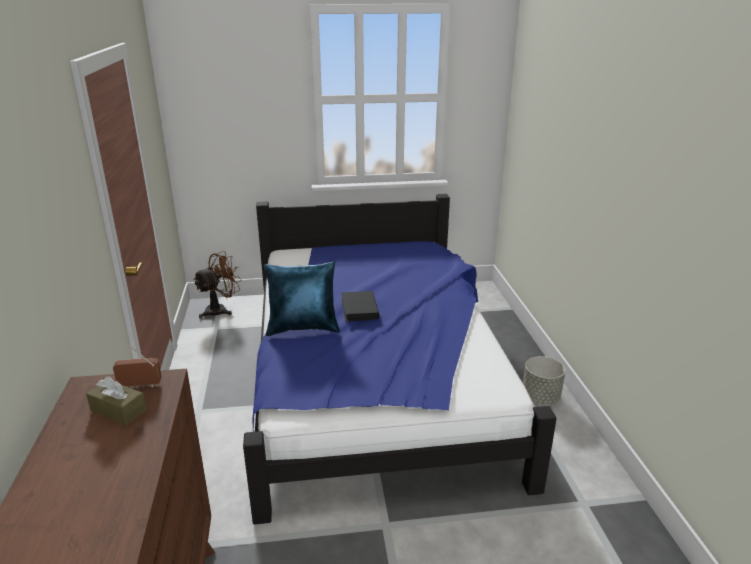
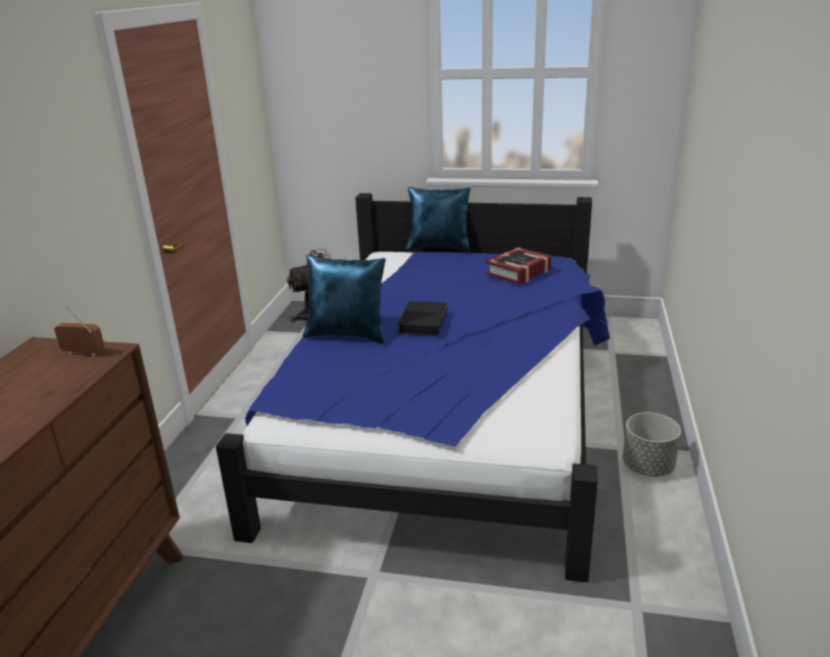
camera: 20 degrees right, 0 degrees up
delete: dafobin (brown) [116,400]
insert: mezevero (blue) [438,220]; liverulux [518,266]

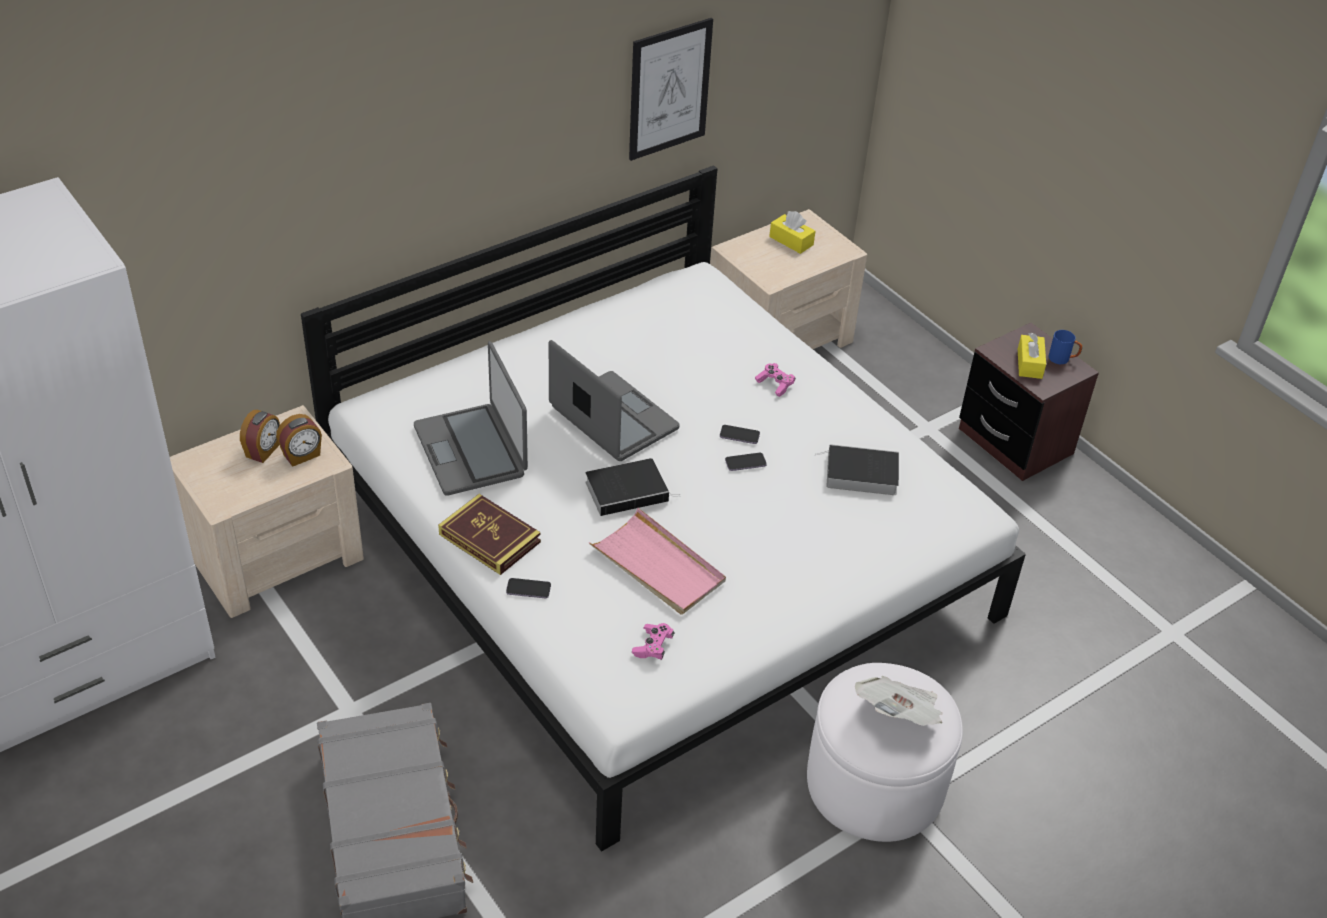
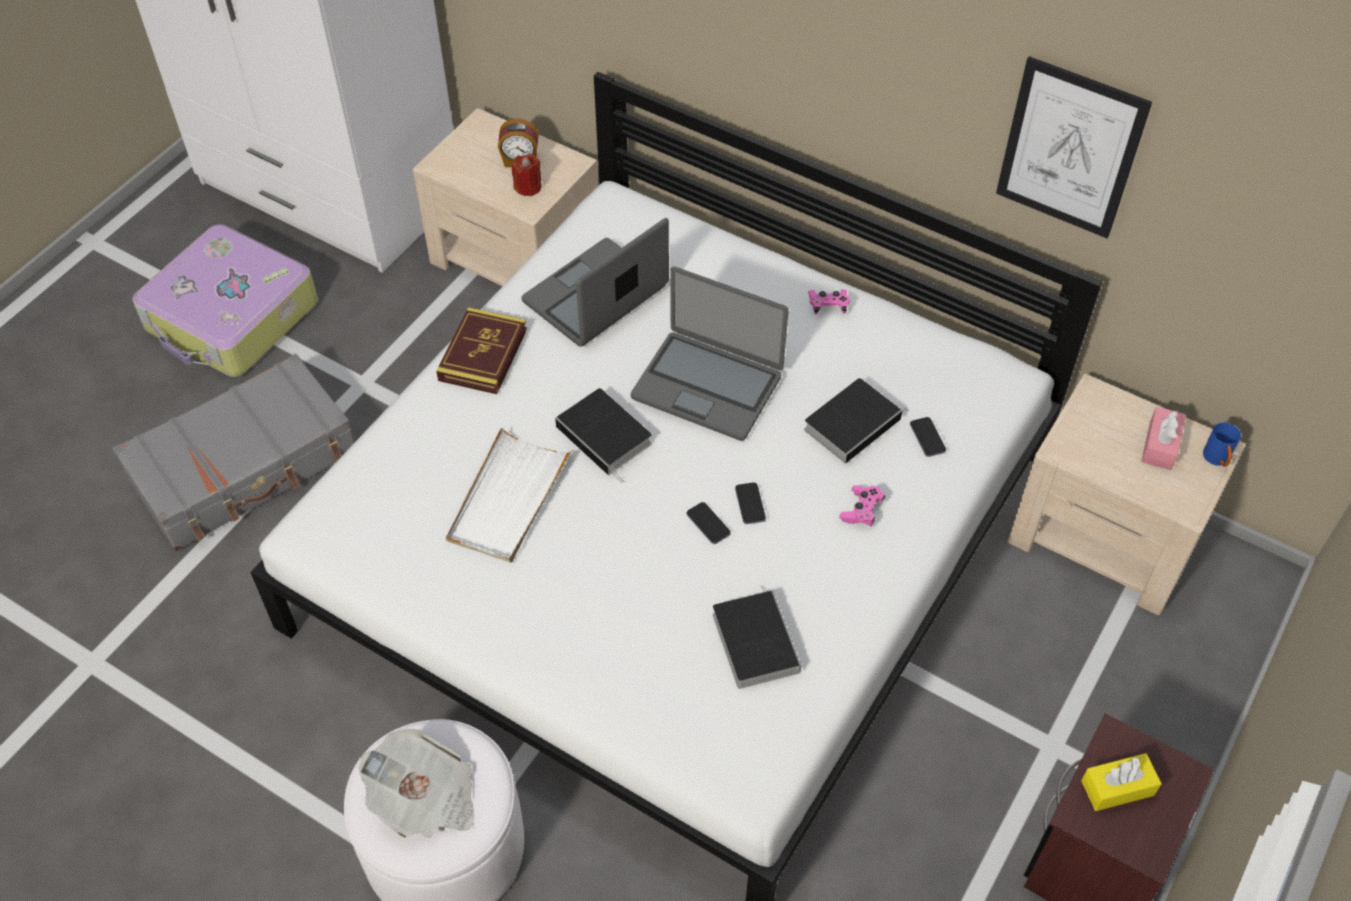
camera: 70 degrees right, 10 degrees up
insert: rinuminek [225,300]; liverulux [856,421]
move: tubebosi [528,588] to [928,437]; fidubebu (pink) [653,641] to [829,301]; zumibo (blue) [1065,347] to [1222,444]
replace: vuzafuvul [299,440] to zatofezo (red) [527,175]
recolor: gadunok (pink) [657,561] to gadunok (white) [509,495]; dafobin (yellow) [792,232] to dafobin (pink) [1163,438]
rotate: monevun [614,400] = [710,354] 90 degrees clockwise

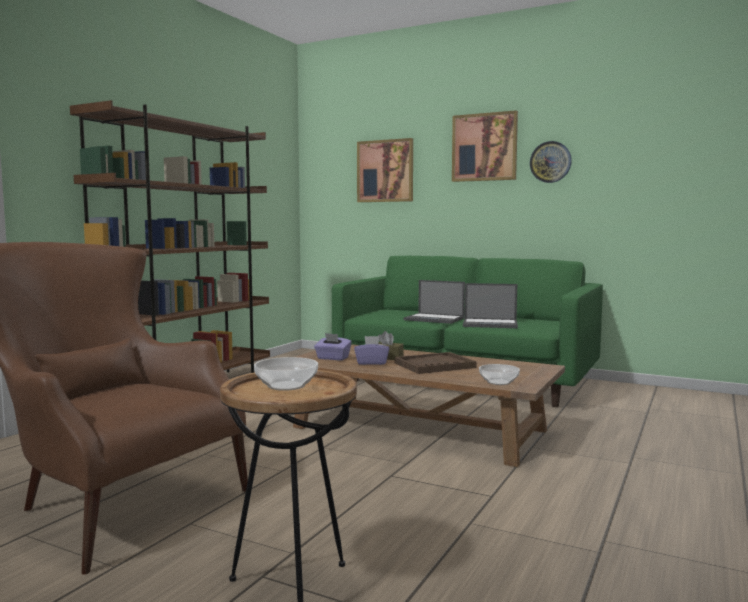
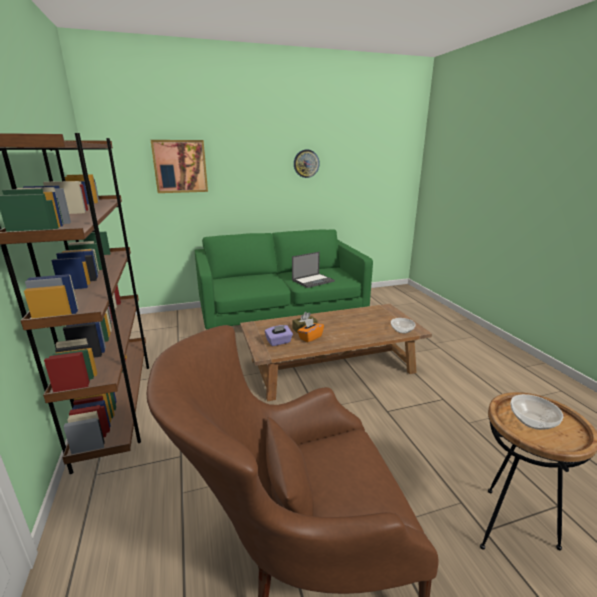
camera: 45 degrees left, 15 degrees up
delete: gadunok (brown) [436,363]; monevun [434,302]; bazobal [485,146]
recolor: dafobin (purple) [371,350] to dafobin (orange) [310,330]

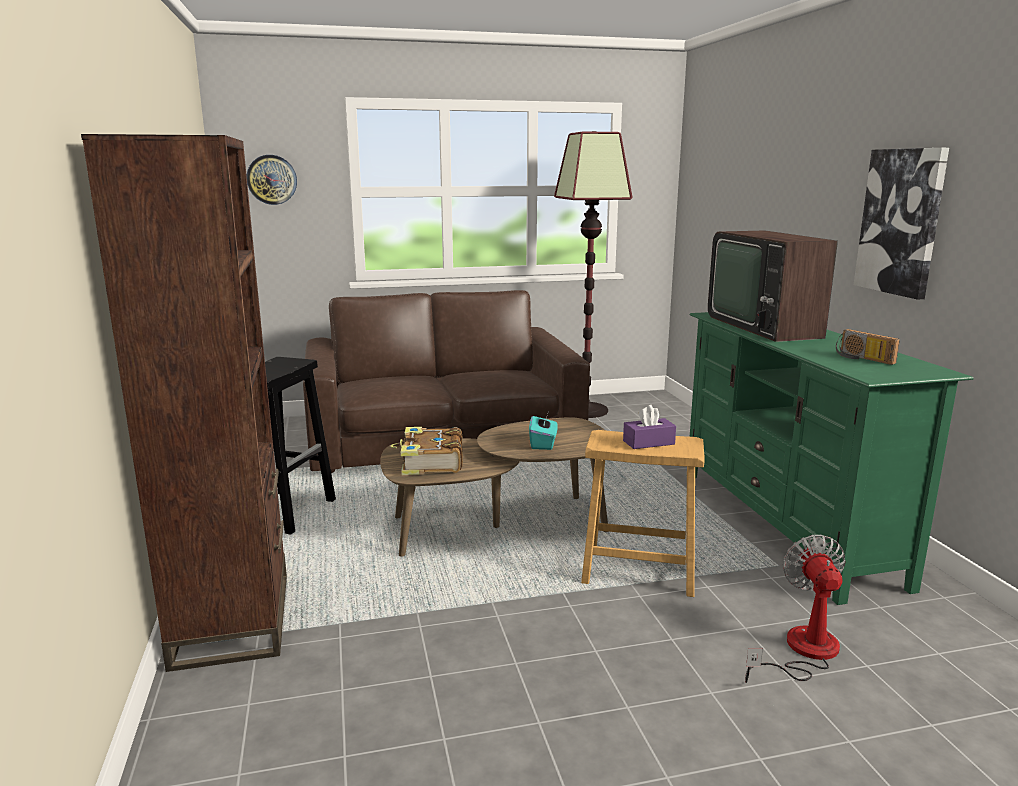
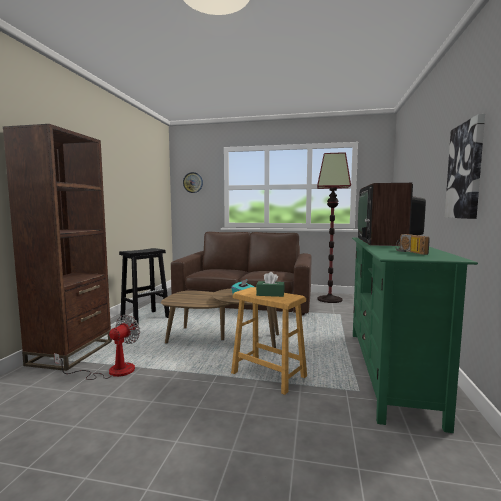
camera: 25 degrees right, 10 degrees down
delete: liverulux [427,451]
move: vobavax [795,609] to [97,347]
recolor: dafobin (purple) [649,427] to dafobin (green) [270,284]

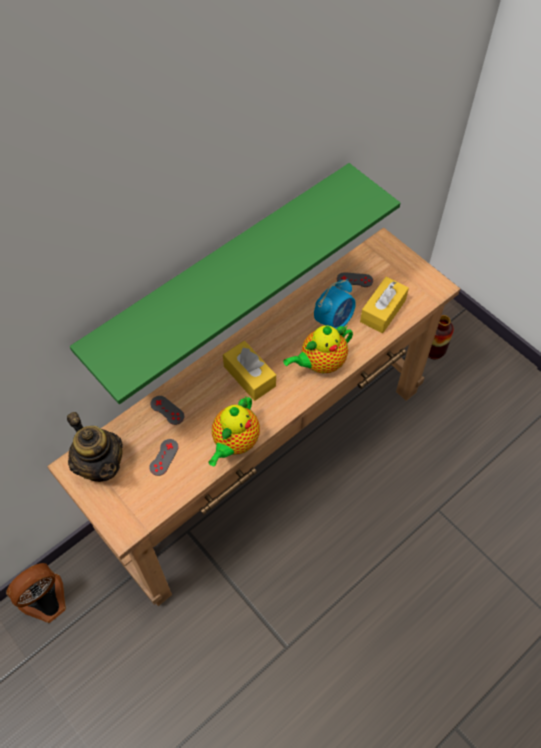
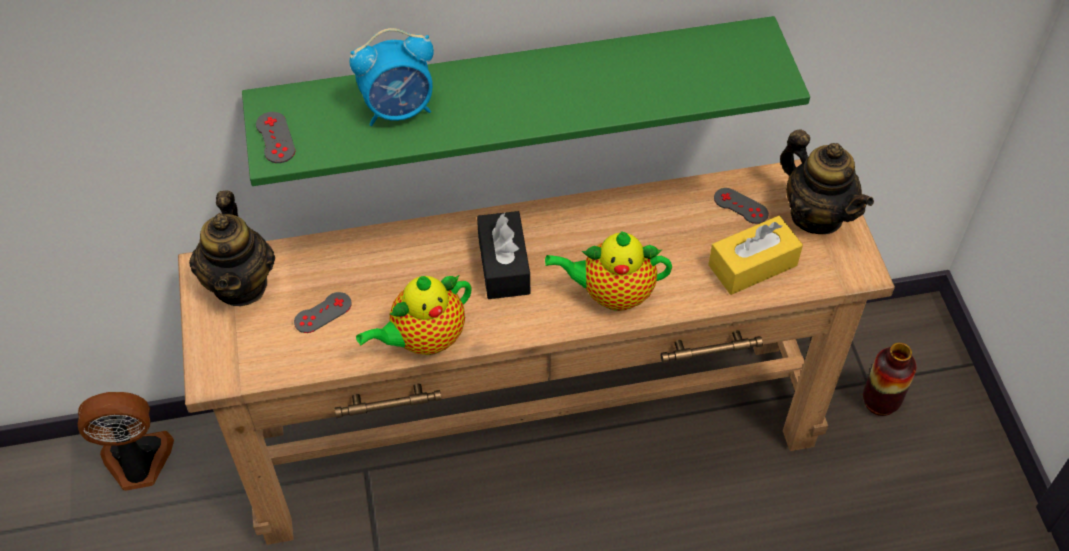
camera: 30 degrees right, 5 degrees down
insert: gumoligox [827,181]
move: fidubebu (grey) [167,410] to [275,137]; vuzafuvul [335,304] to [392,77]
recolor: dafobin (yellow) [249,371] to dafobin (black) [503,255]

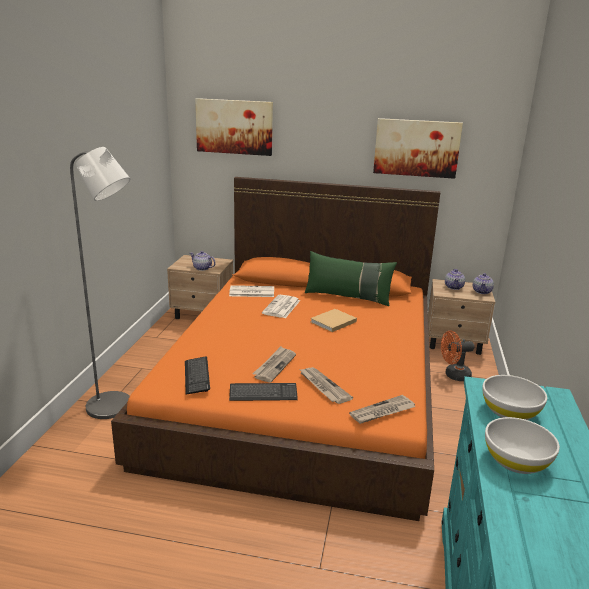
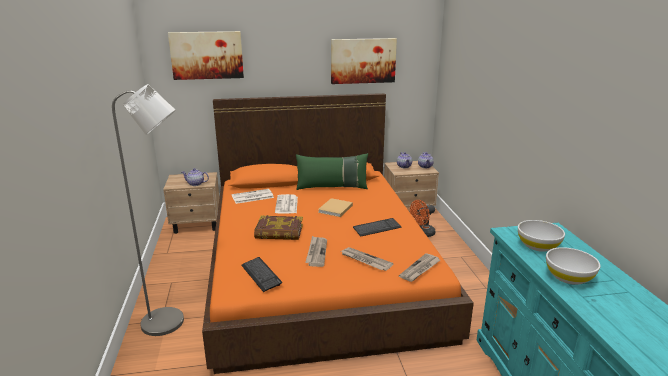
camera: 20 degrees left, 0 degrees up
insert: liverulux [278,227]
move: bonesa [263,392] to [377,227]

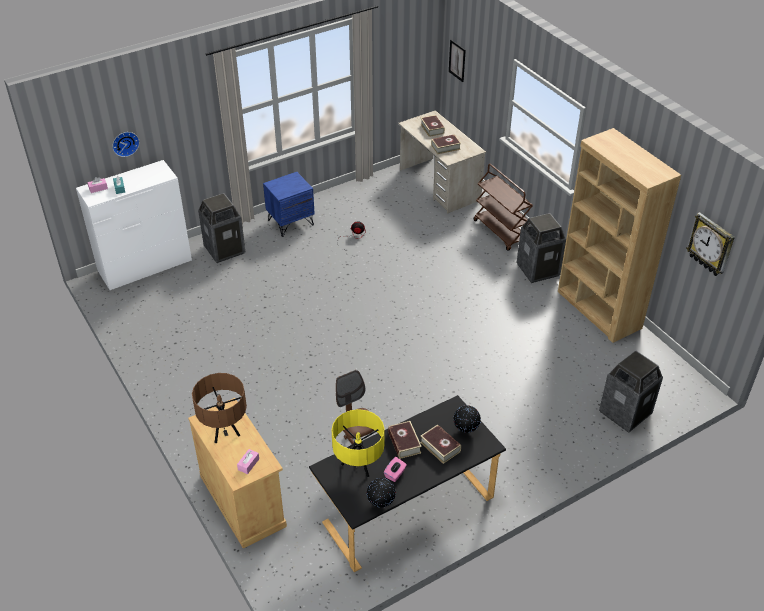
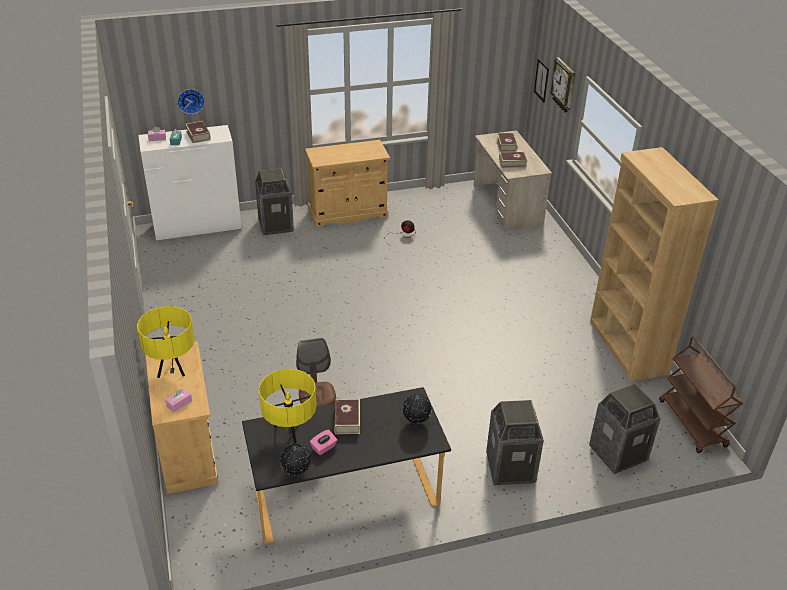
camera: 15 degrees right, 5 degrees down
move: liverulux [440,444] to [198,132]; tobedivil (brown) [503,207] to [701,394]; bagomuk [541,248] to [515,442]; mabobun [710,244] to [562,85]
replace: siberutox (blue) [289,204] to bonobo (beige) [347,183]
recolor: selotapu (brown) [219,408] to selotapu (yellow) [166,342]

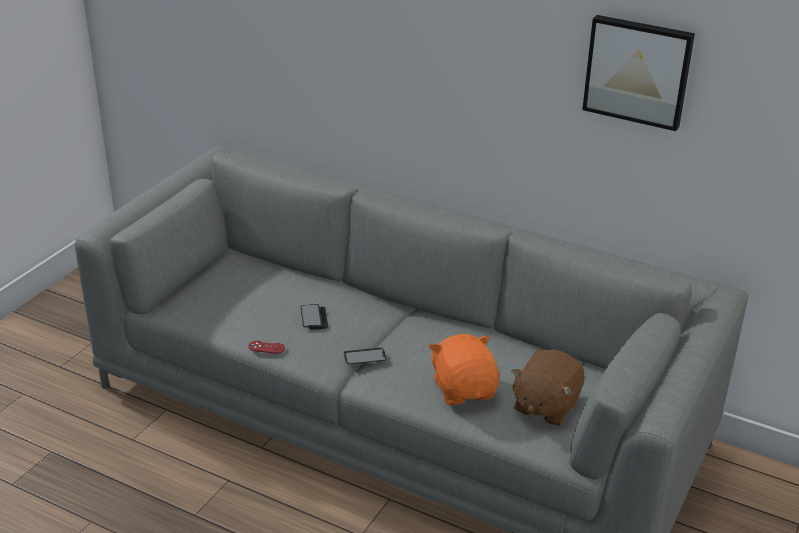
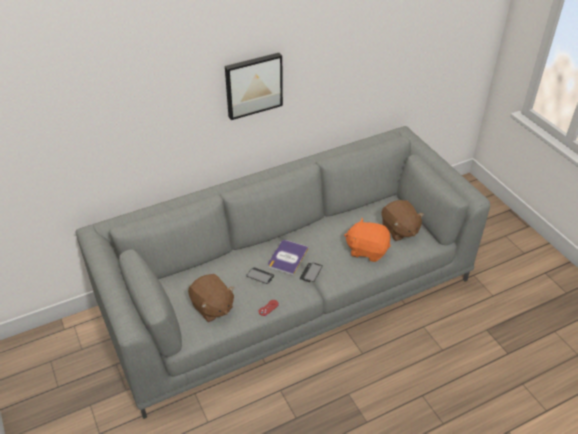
camera: 55 degrees left, 10 degrees up
insert: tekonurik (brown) [211,298]; liverulux [288,257]
move: bazobal [638,73] to [254,86]

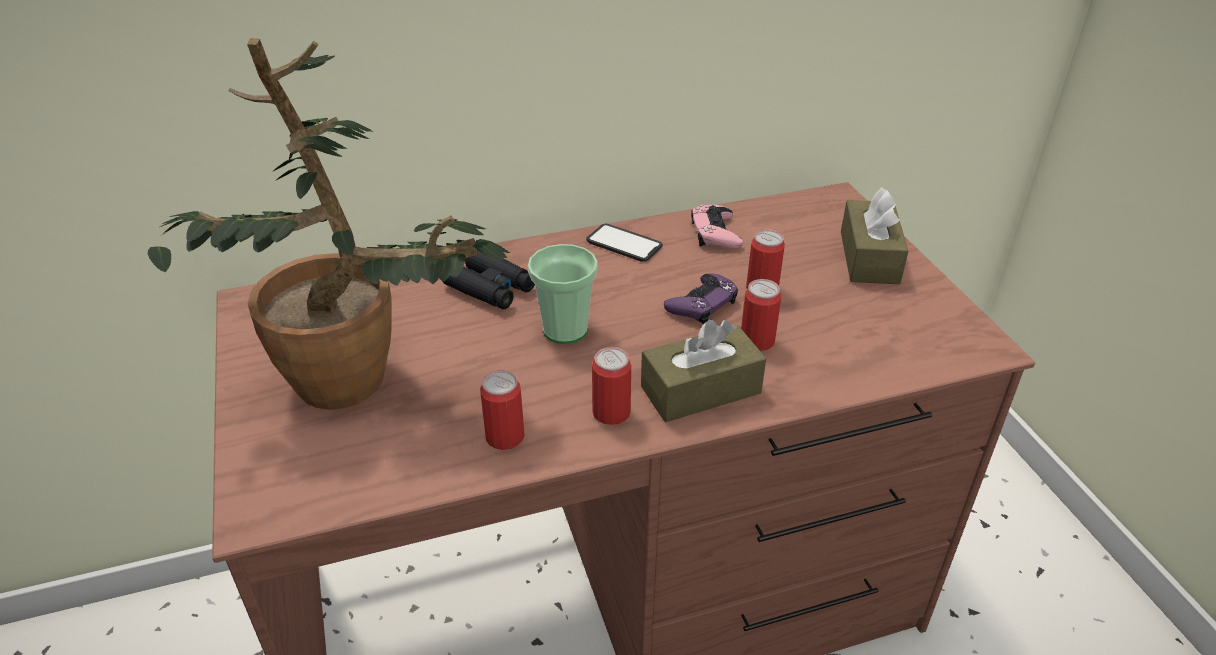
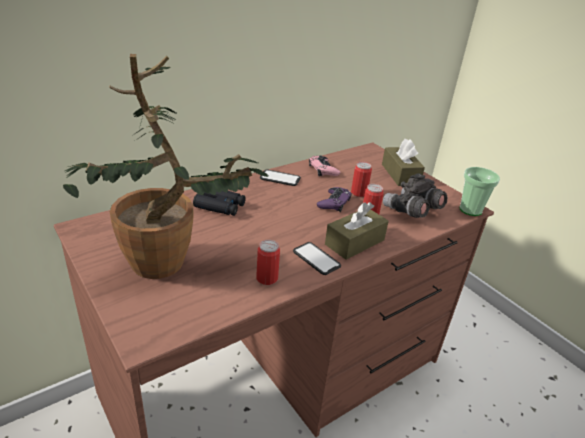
camera: 20 degrees left, 5 degrees down
insert: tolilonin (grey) [415,195]
move: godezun [563,294] to [479,191]
replace: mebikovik [611,386] to tubebosi [317,258]

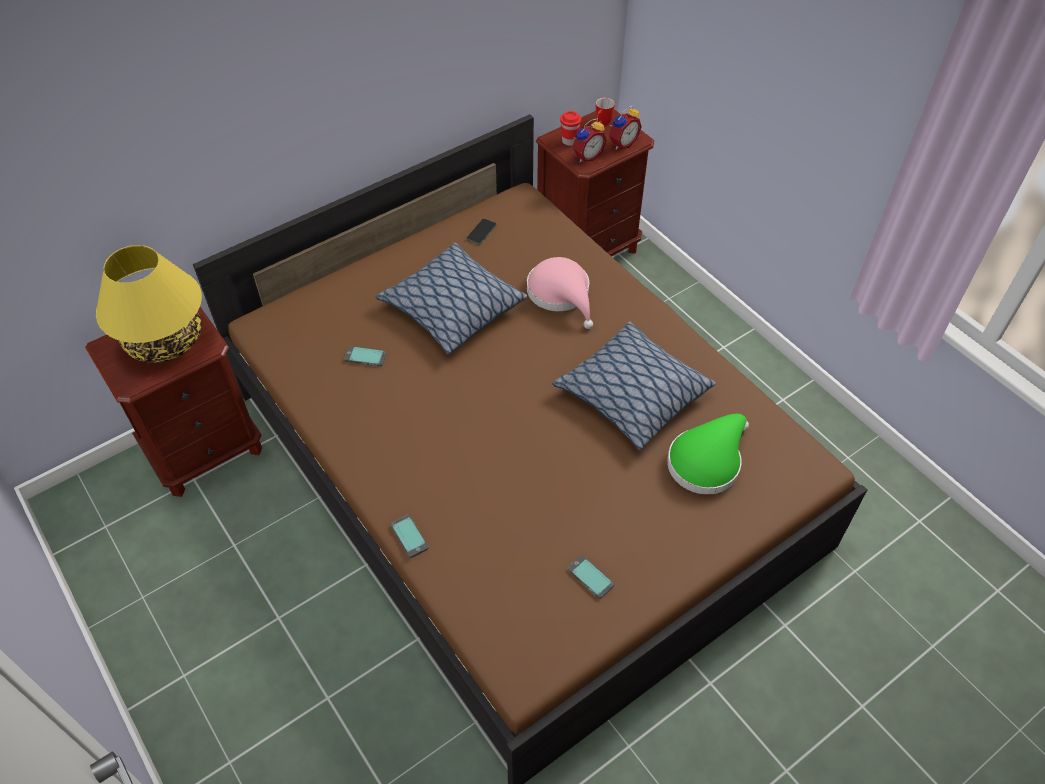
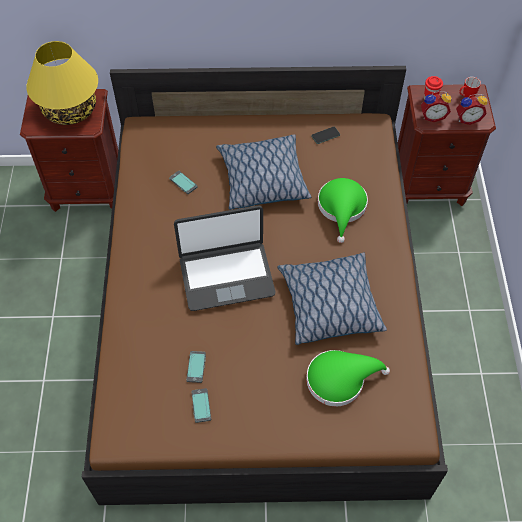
camera: 35 degrees right, 5 degrees up
insert: monevun [225,258]
move: tubebosi [409,536] to [196,367]
recolor: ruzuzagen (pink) [560,293] to ruzuzagen (green) [343,210]

